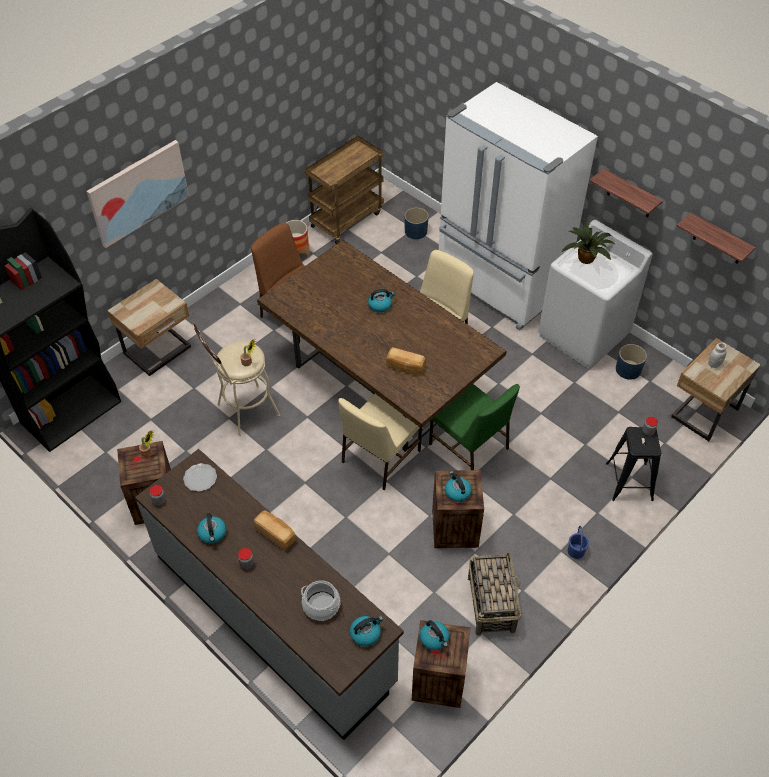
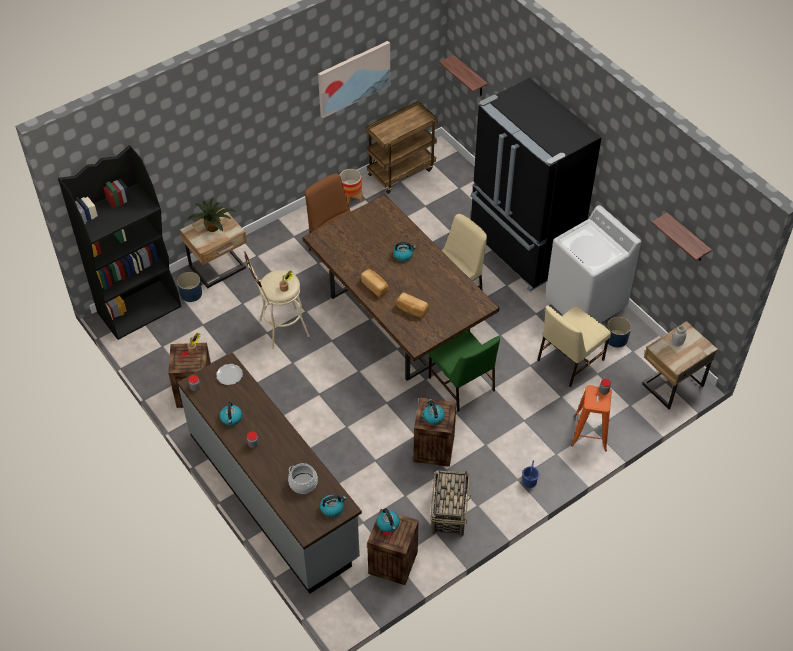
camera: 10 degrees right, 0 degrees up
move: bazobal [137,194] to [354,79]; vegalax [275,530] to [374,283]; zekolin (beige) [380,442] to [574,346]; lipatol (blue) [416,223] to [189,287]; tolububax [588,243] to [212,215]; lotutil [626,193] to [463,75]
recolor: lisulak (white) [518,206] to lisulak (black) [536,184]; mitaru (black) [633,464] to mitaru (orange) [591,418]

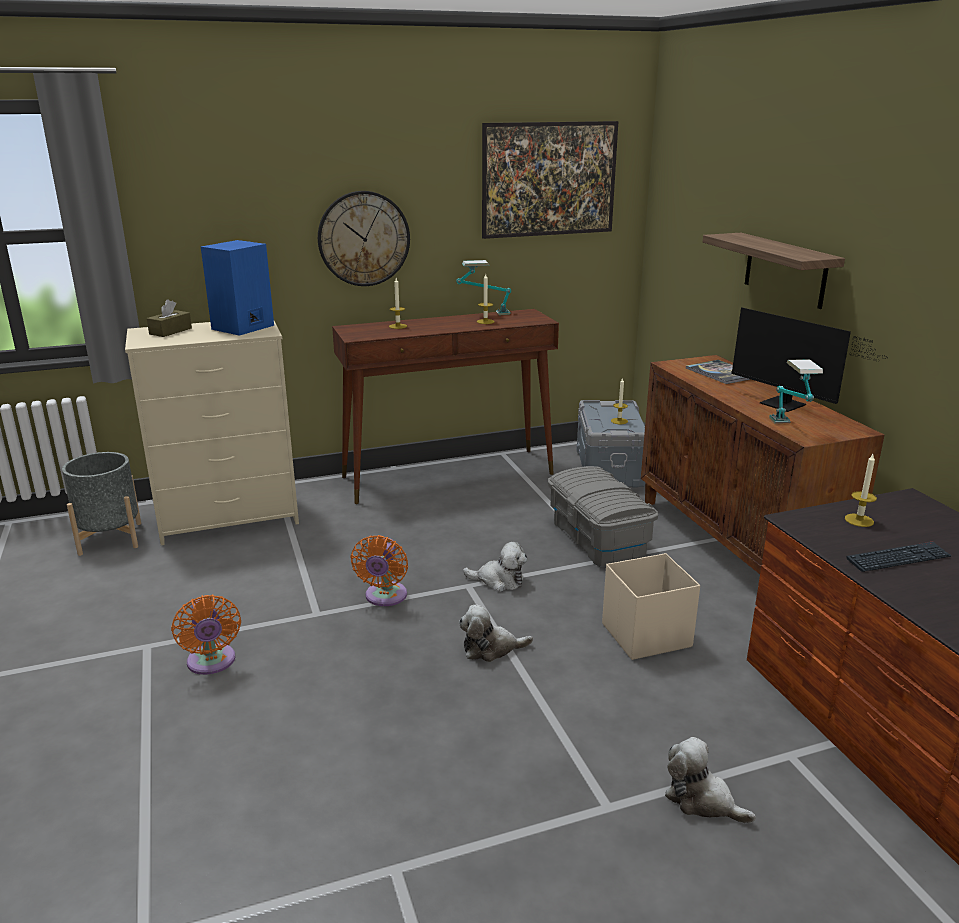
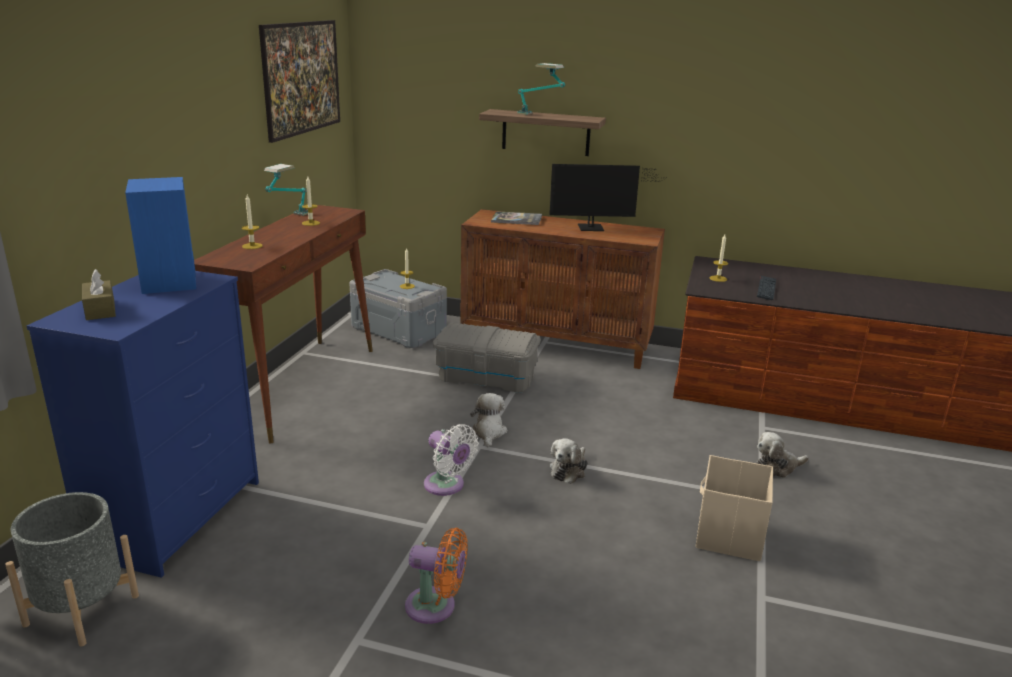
camera: 55 degrees left, 0 degrees up
delete: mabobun [364,238]
move: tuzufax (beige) [651,606] to [734,508]; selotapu [796,391] to [541,89]
recolor: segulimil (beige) [212,433] to segulimil (blue) [143,424]; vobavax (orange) [379,570] to vobavax (white) [451,460]
rotate: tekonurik [495,567] = [488,420] 45 degrees counterclockwise

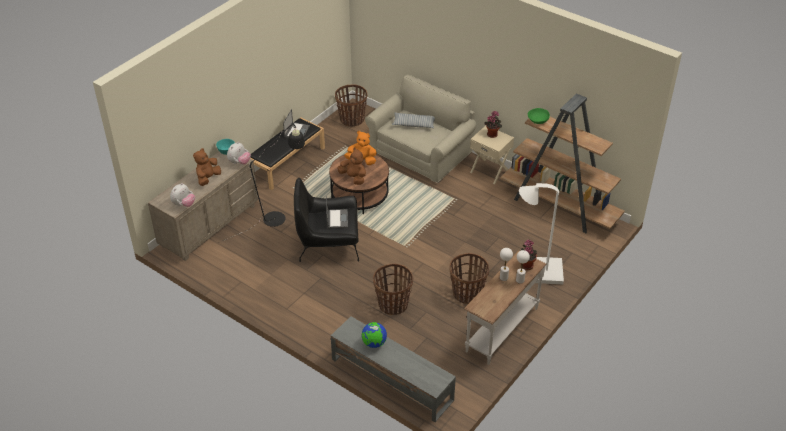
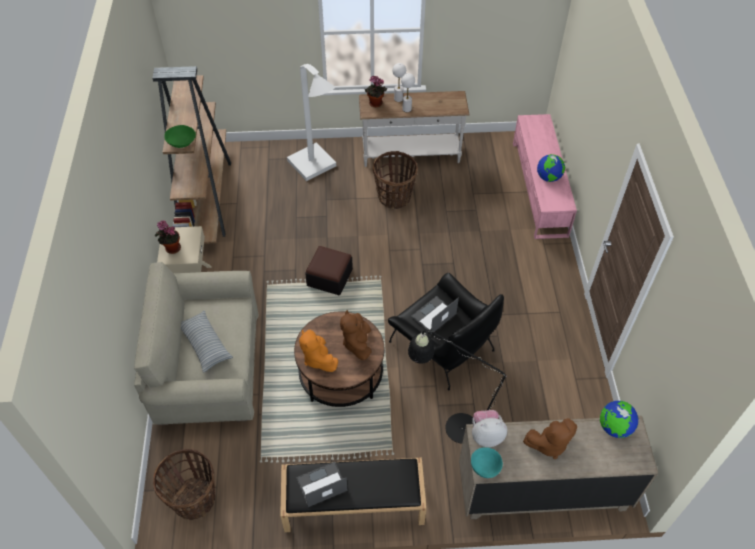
camera: 130 degrees left, 10 degrees up
delete: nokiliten [393,289]
insert: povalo [329,270]
replace: tekonurik [182,195] to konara [619,419]
recolor: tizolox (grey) [393,369] to tizolox (pink) [545,176]

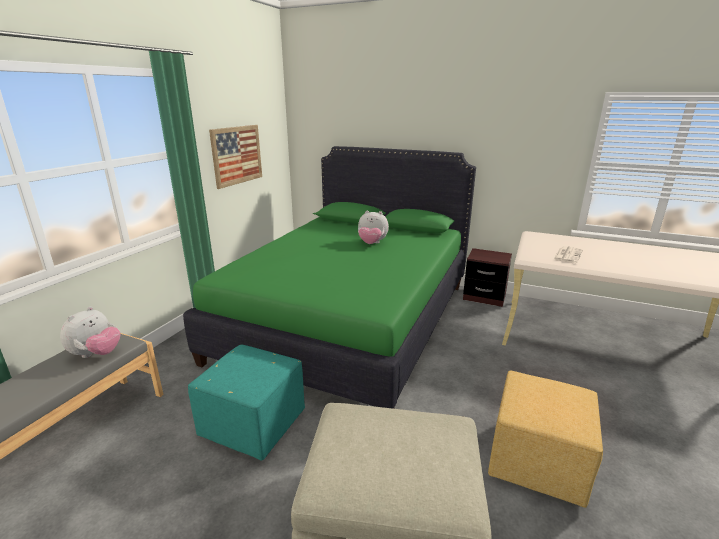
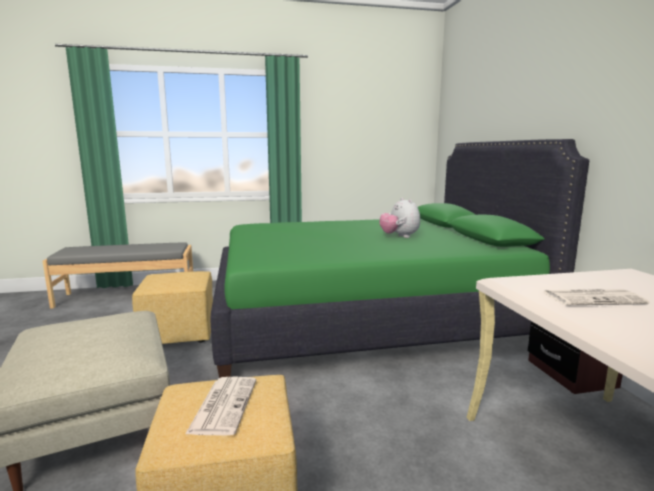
camera: 55 degrees right, 10 degrees down
delete: tekonurik [90,332]; bazobal [235,157]
insert: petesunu [220,406]
recolor: povalo (turquoise) [246,403] to povalo (yellow) [172,307]

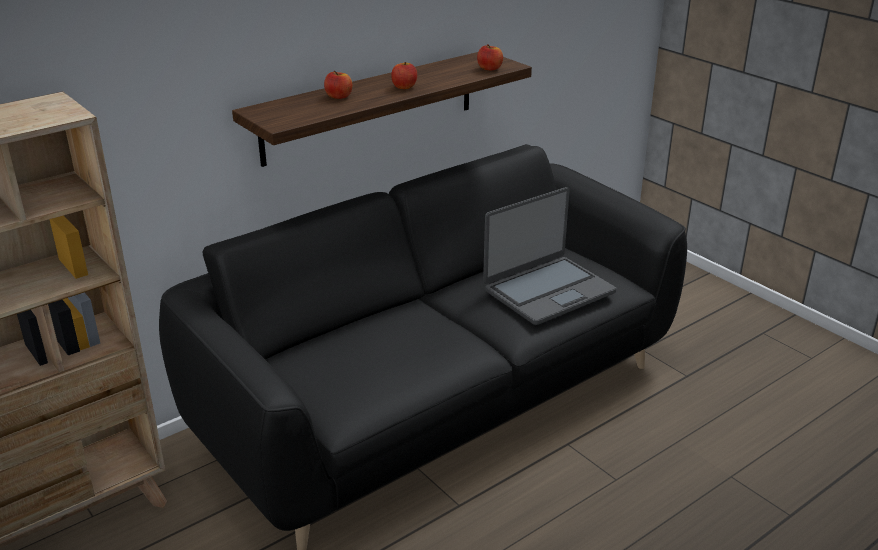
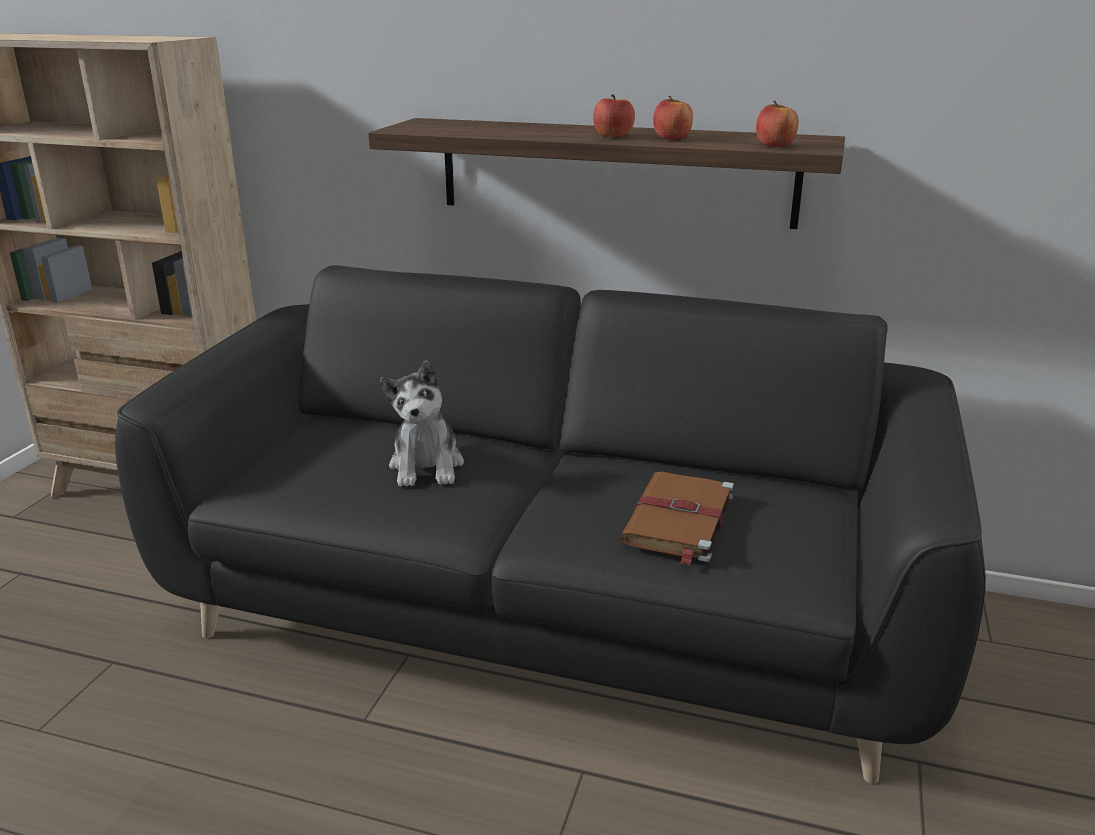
camera: 55 degrees right, 5 degrees down
insert: tekonurik [422,423]
move: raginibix [338,85] to [673,118]
replace: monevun [549,256] to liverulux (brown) [677,518]

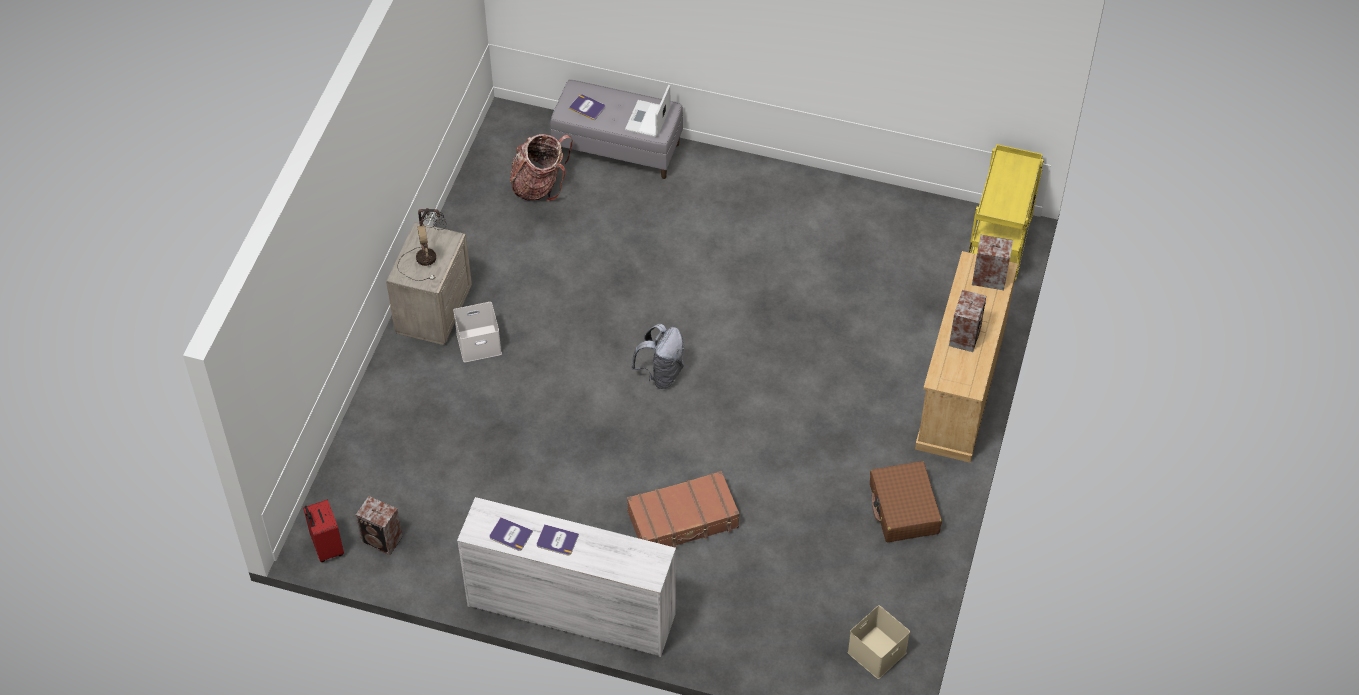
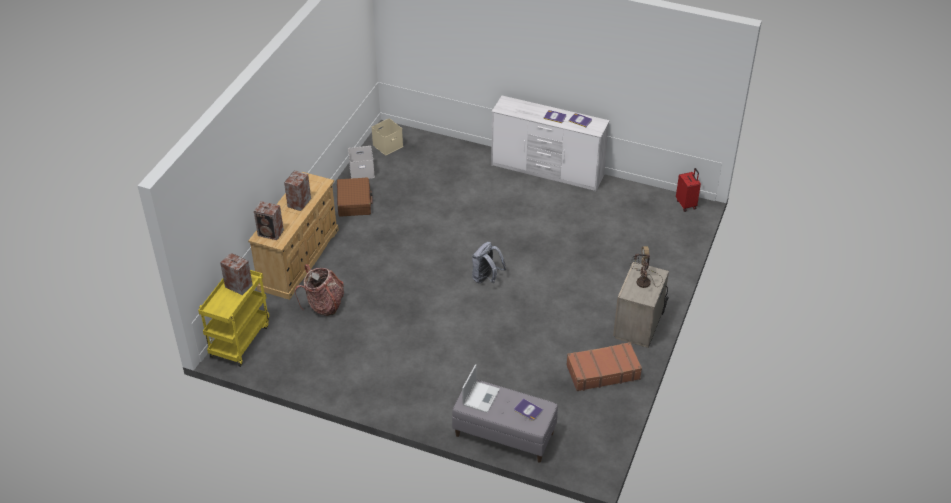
camera: 175 degrees left, 10 degrees down
move: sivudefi [379,525] to [236,274]; tuzufax (white) [477,332] to [361,162]; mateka [541,167] to [319,290]; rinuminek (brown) [683,509] to [604,366]

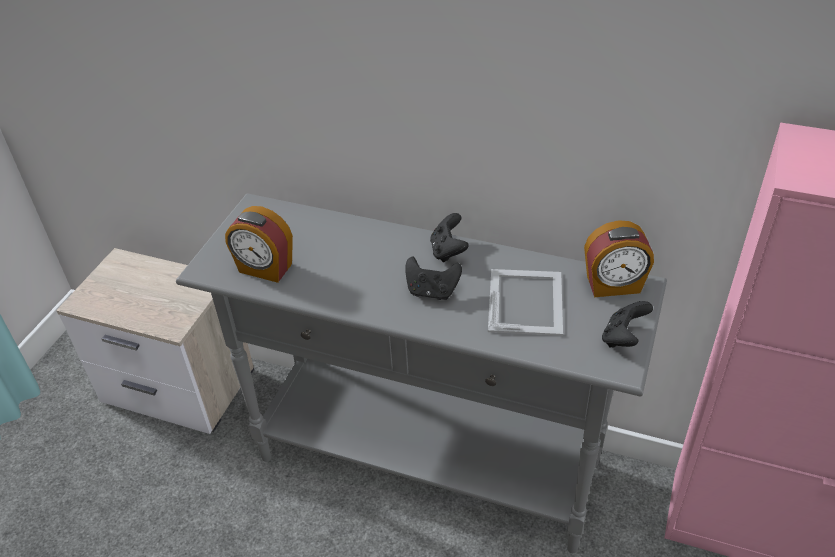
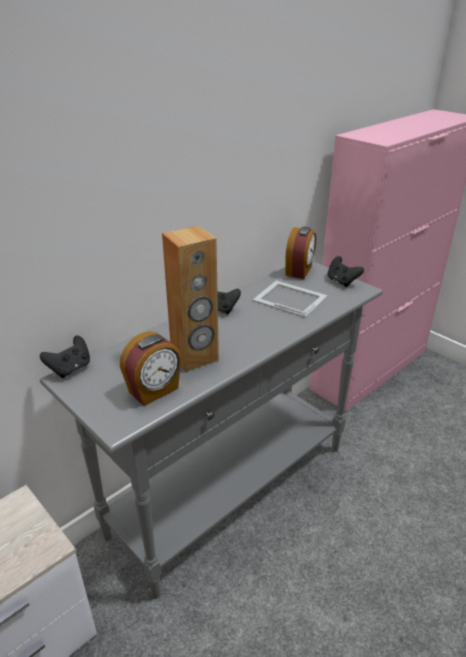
camera: 65 degrees left, 10 degrees down
insert: sivudefi (brown) [190,299]
move: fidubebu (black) [433,278] to [65,356]

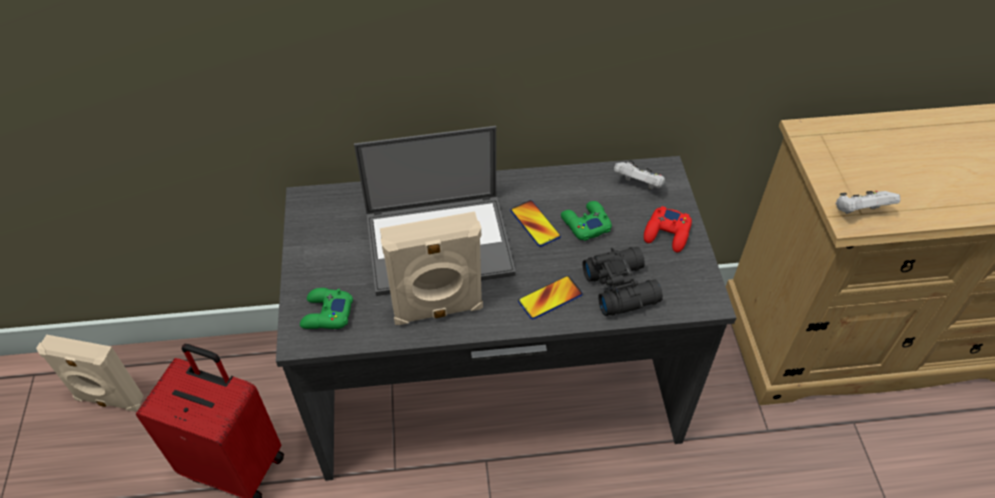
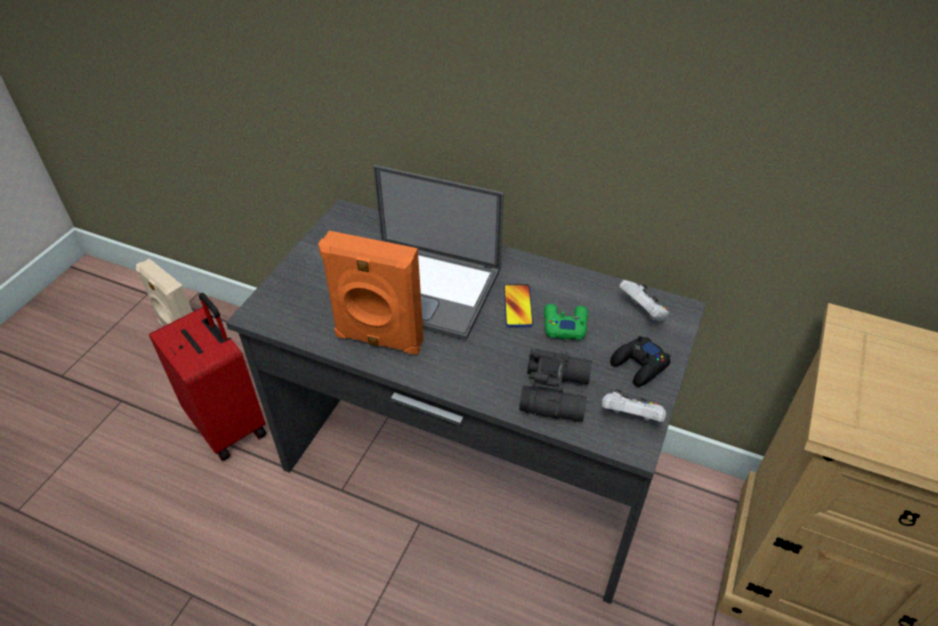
camera: 30 degrees right, 5 degrees down
delete: fidubebu (green) [326,308]; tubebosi [550,297]
move: fidubebu (white) [867,202] to [634,405]
recolor: sivudefi (beige) [431,268] to sivudefi (orange) [371,293]; fidubebu (red) [668,229] to fidubebu (black) [640,361]

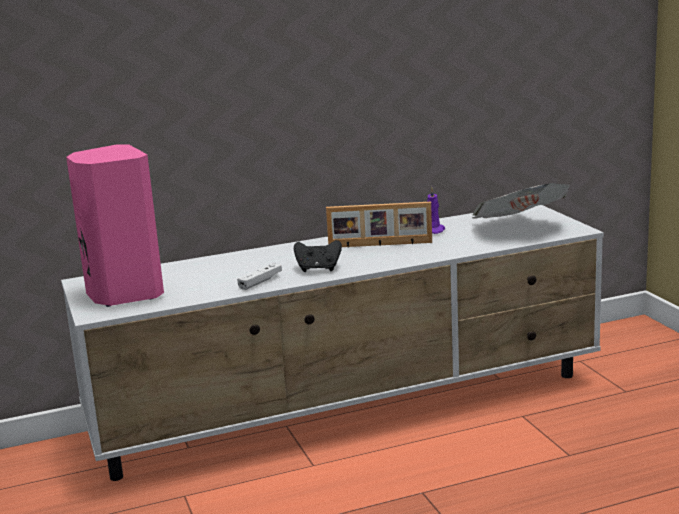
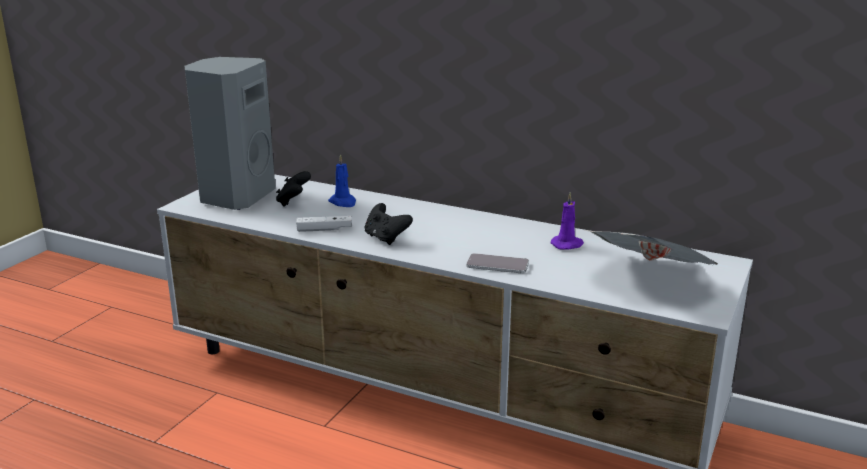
camera: 45 degrees right, 5 degrees up
delete: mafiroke [379,224]
insert: fidubebu (black) [293,189]; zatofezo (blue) [342,180]; tubebosi [497,263]
recolor: sivudefi (pink) [115,225] to sivudefi (grey) [230,133]

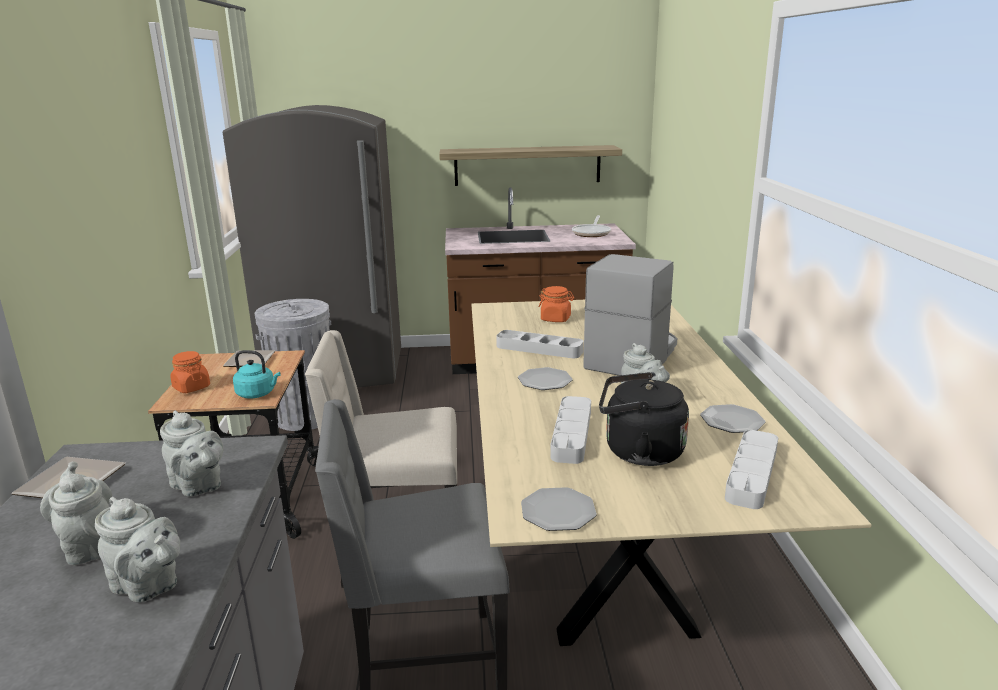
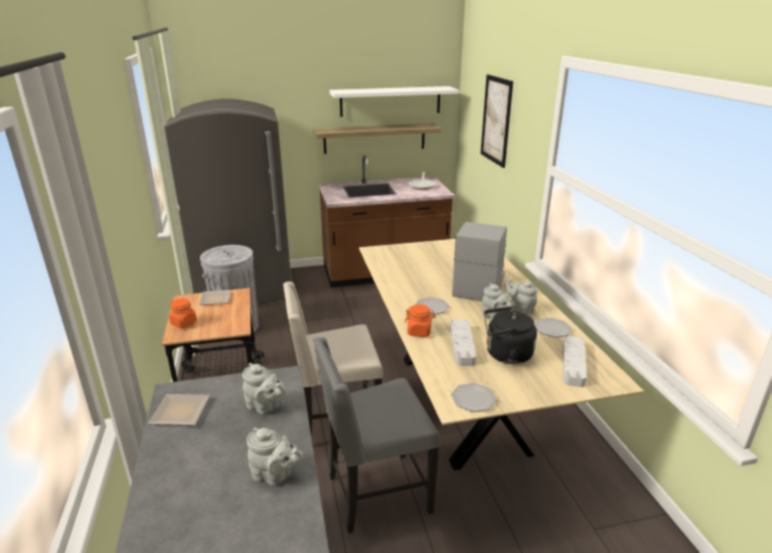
camera: 10 degrees left, 5 degrees up
delete: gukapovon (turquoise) [257,374]; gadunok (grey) [540,344]
insert: lotutil (white) [394,101]; bazobal [497,121]
move: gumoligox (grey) [76,513] to [521,297]; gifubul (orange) [556,304] to [420,320]

